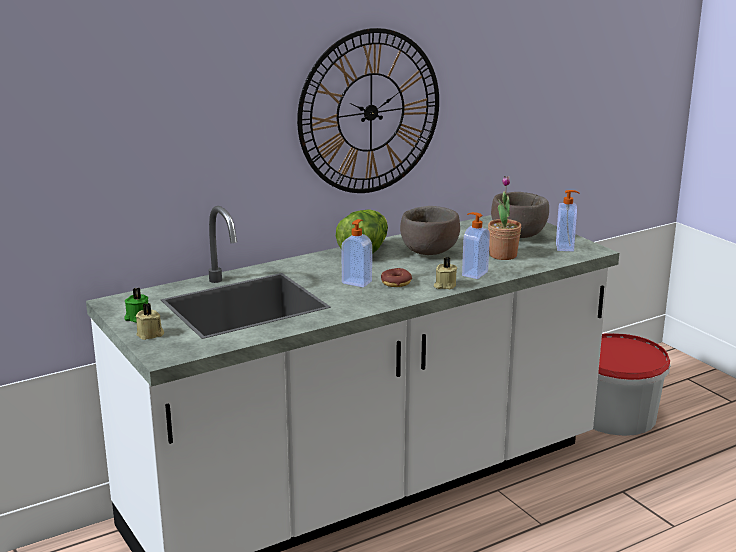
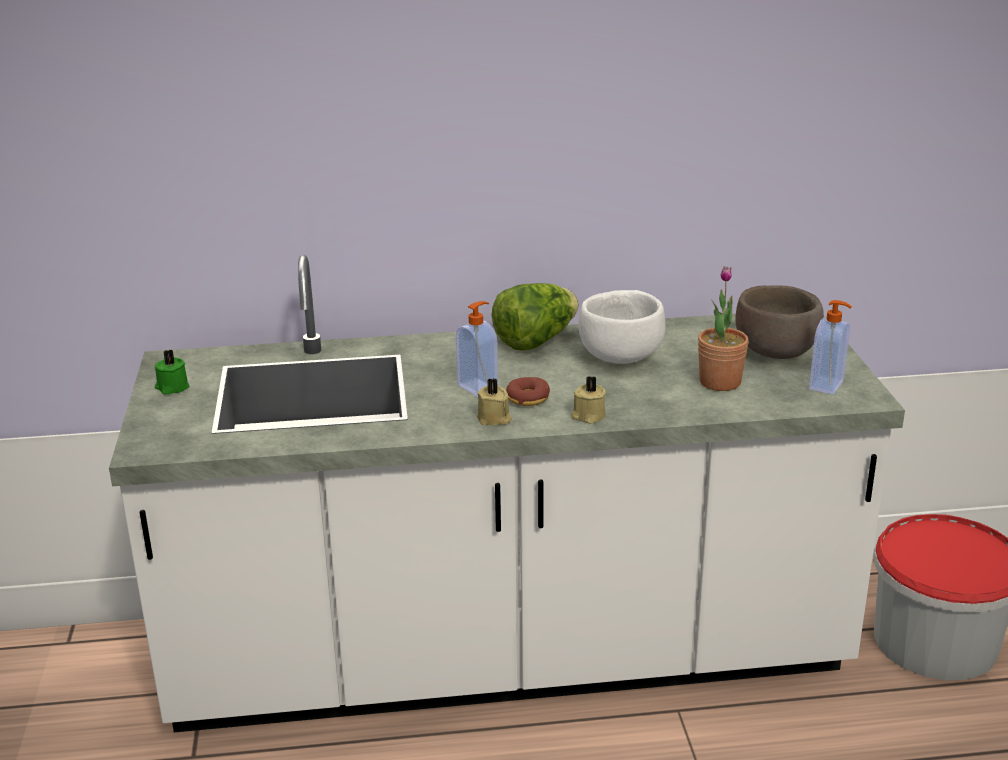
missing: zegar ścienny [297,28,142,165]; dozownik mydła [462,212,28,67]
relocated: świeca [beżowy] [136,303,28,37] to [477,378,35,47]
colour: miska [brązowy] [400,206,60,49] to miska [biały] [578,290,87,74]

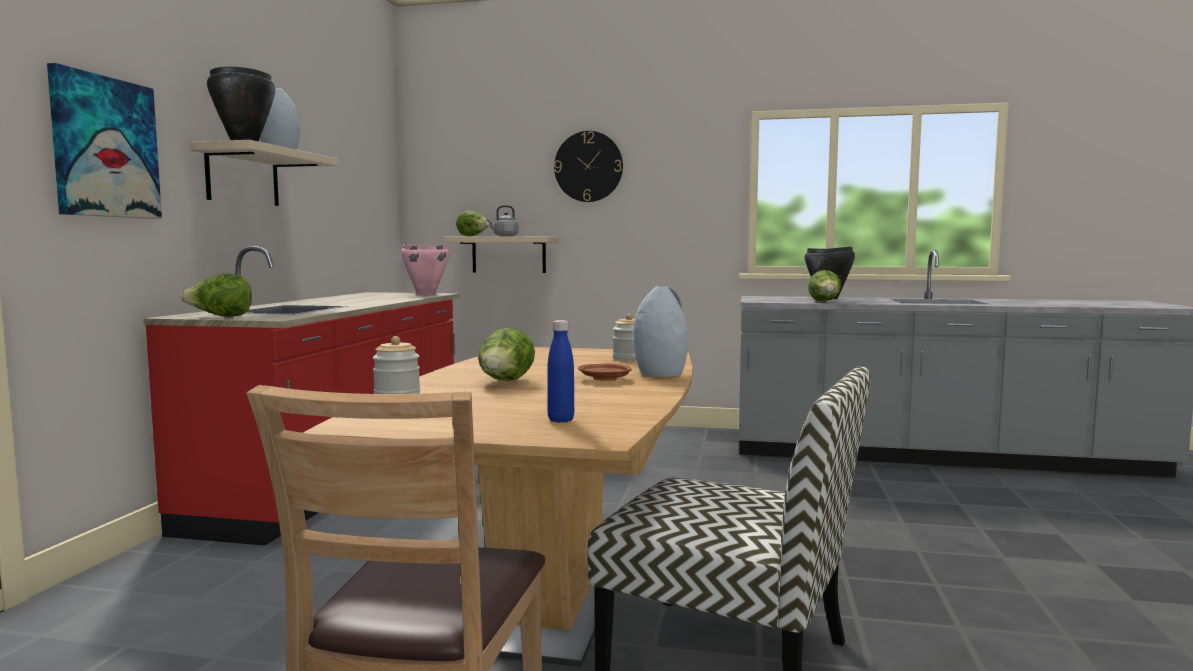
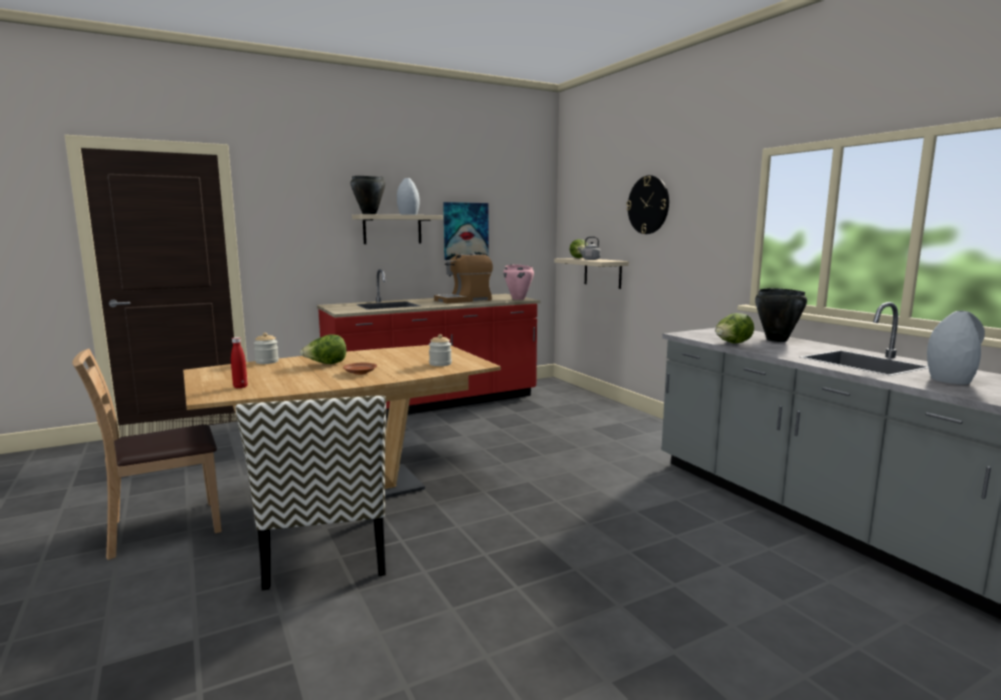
missing: sałata [180,274,72,43]
appeared: ekspres do kawy [434,253,59,51]
relocated: obraz [47,63,115,156] to [443,202,46,58]; wazon [szary] [633,286,55,91] to [927,311,58,74]
colour: butelka [niebieski] [547,320,27,103] to butelka [czerwony] [231,337,17,52]

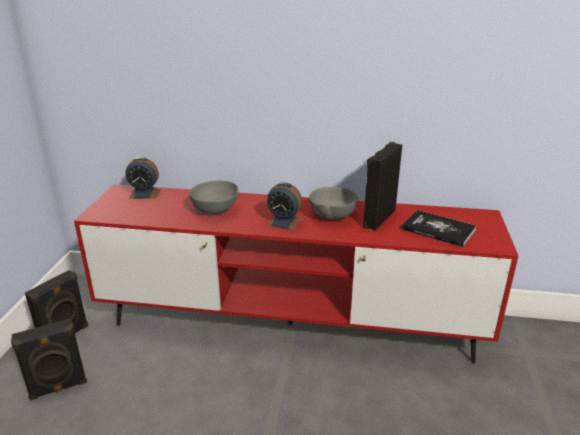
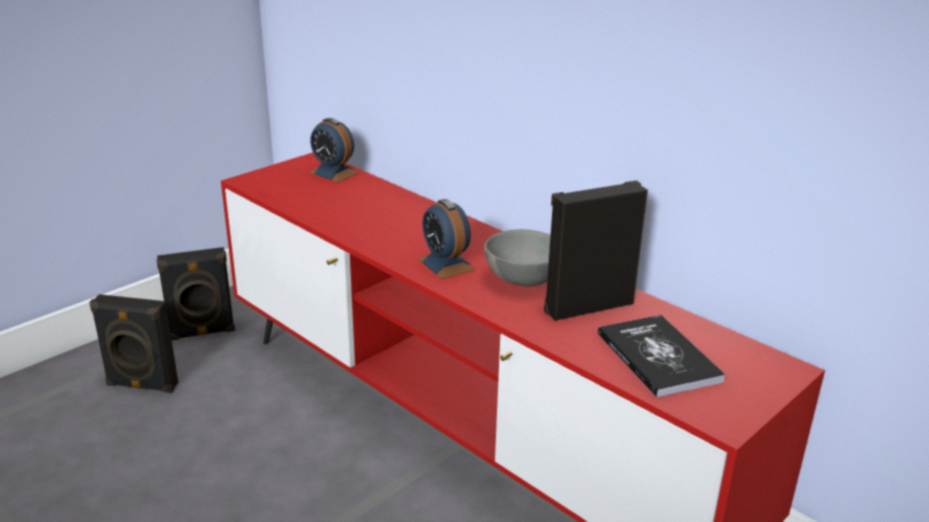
missing: miska [szary] [190,181,48,33]

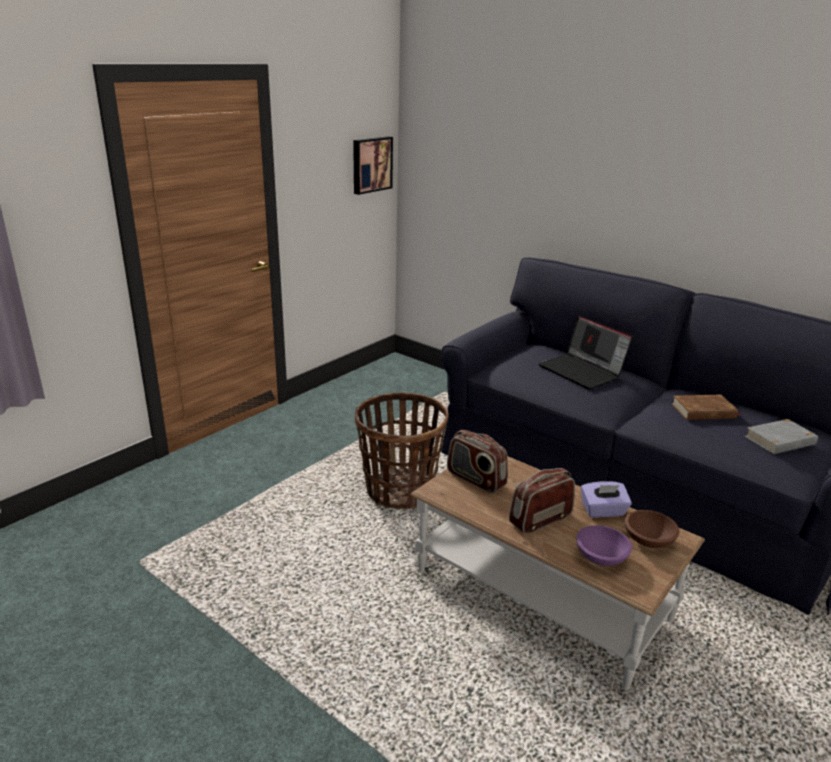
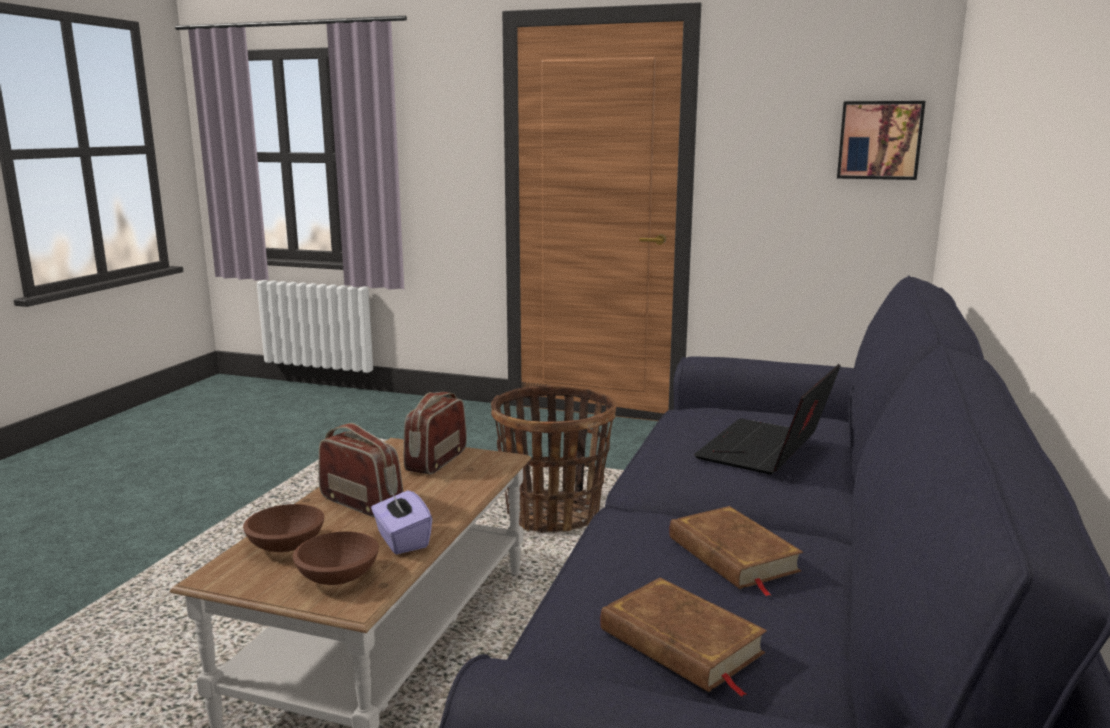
colour: miska [fioletowy] [576,525,56,41] to miska [brązowy] [243,504,81,48]; książka [szary] [745,419,73,35] to książka [brązowy] [600,578,167,119]

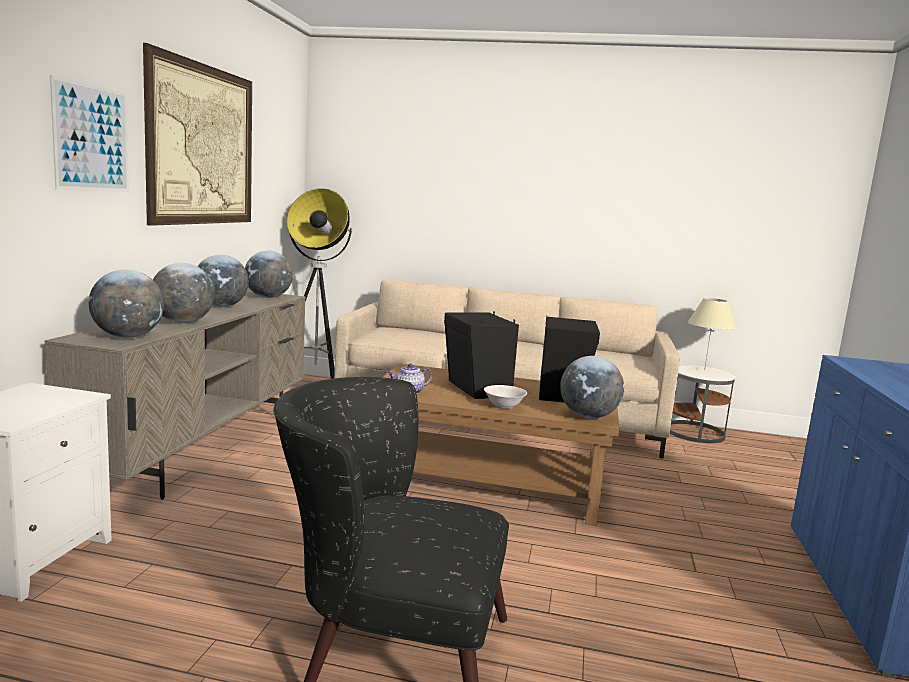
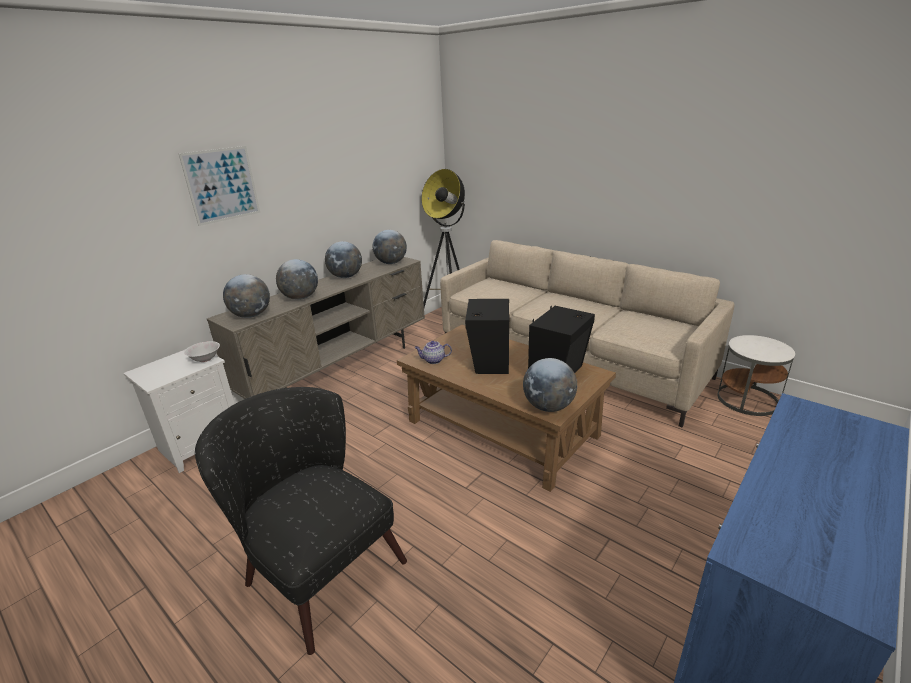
missing: obraz [143,43,109,183]; lampa stołowa [beżowy] [688,298,48,73]
relocated: miska [biały] [484,385,43,24] to [184,341,36,21]

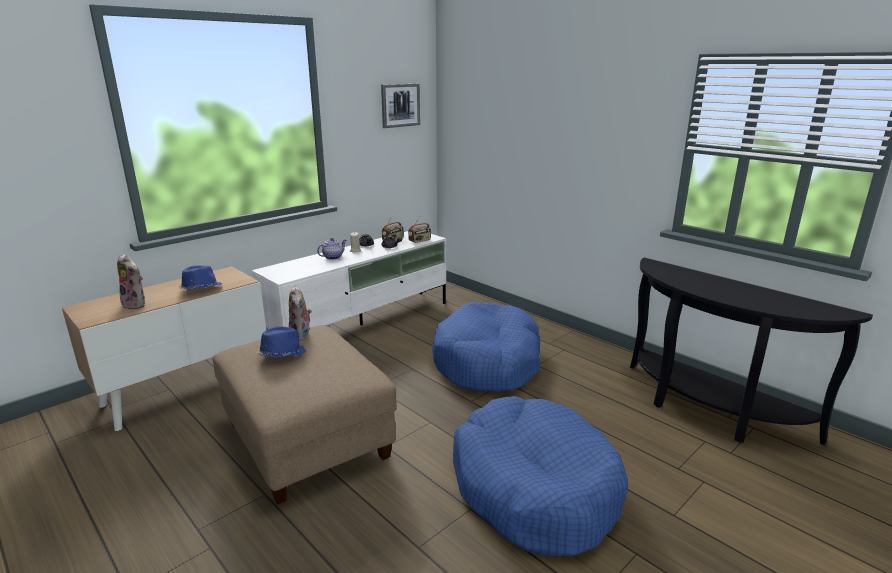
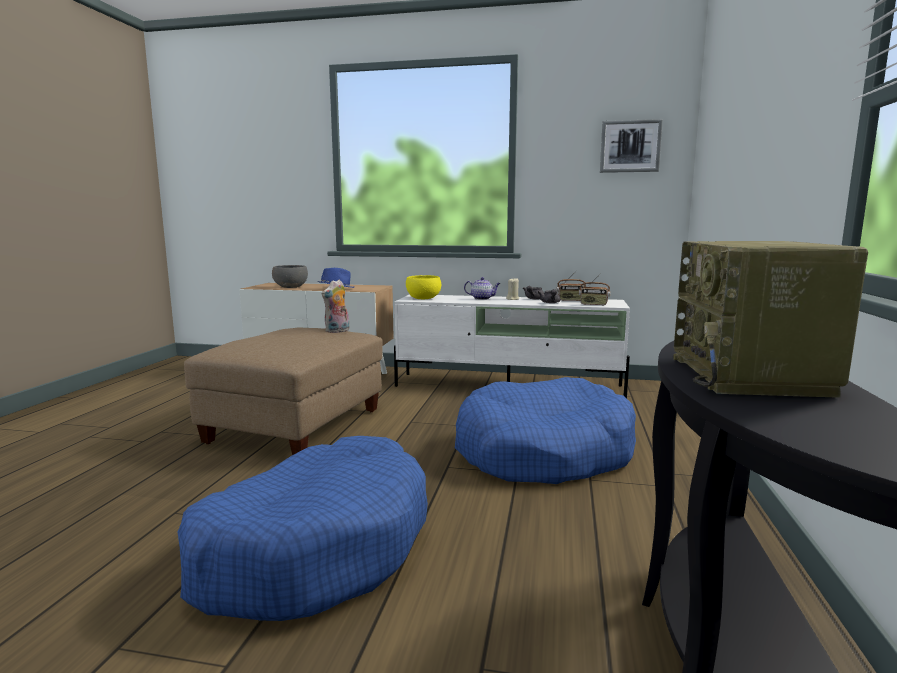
missing: kapelusz [niebieski] [256,326,50,32]
appeared: miska [żółty] [406,275,35,24]; radio [673,241,195,157]
exchanged: pluszak [117,254,28,56] to miska [szary] [272,265,36,23]

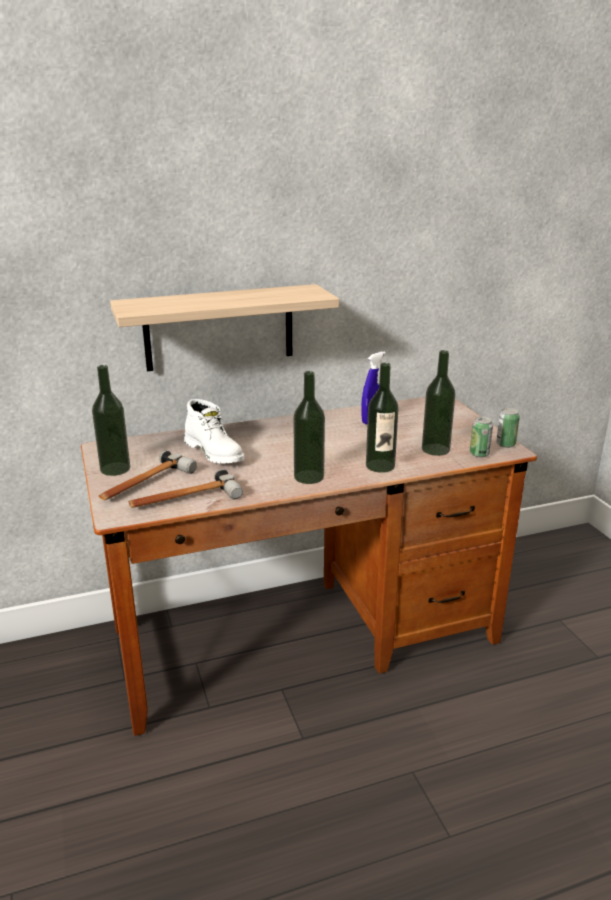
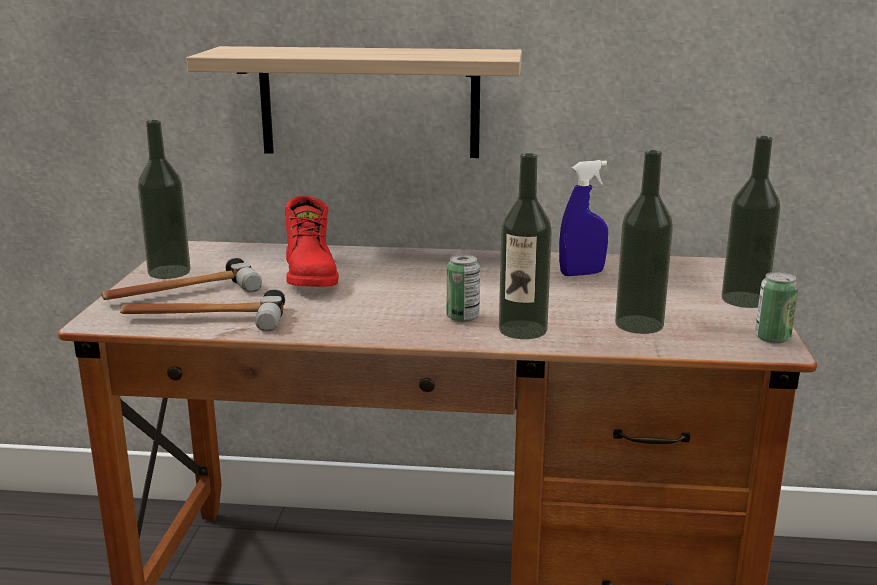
relocated: puszka [470,417,23,40] to [447,255,33,67]; butelka [293,371,32,113] to [721,136,59,172]
colour: but z cholewką [biały] [184,399,60,64] to but z cholewką [czerwony] [285,196,54,91]

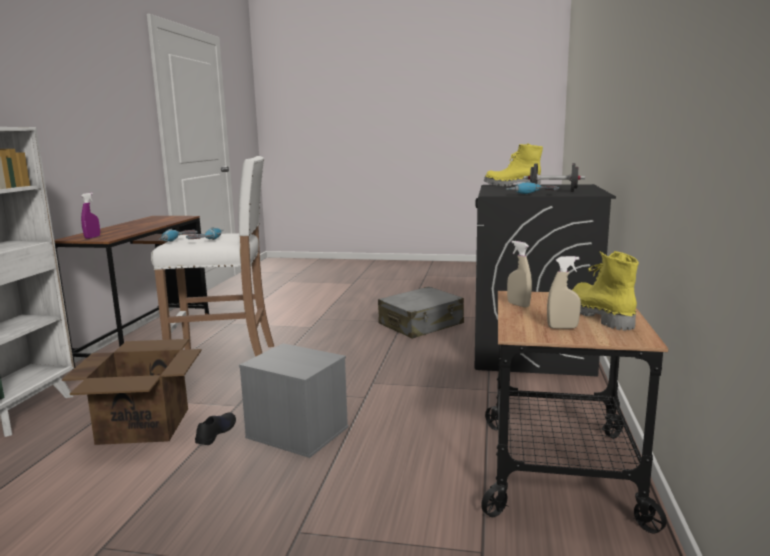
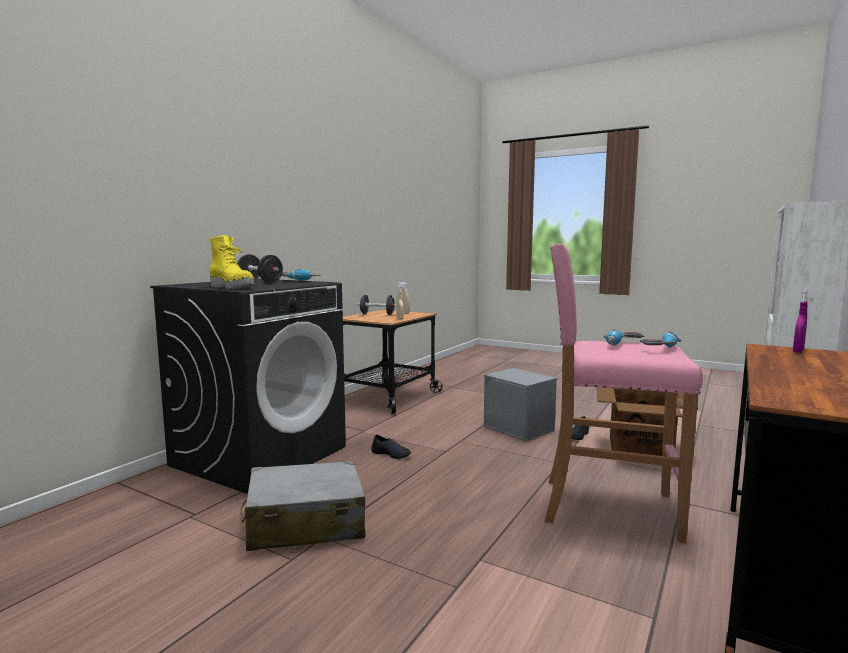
appeared: but [czarny] [371,434,40,25]
exchanged: but z cholewką [żółty] [572,251,67,80] to hantel [czarny] [357,295,40,20]
colour: stołek [biały] [151,156,123,201] to stołek [różowy] [545,243,158,300]

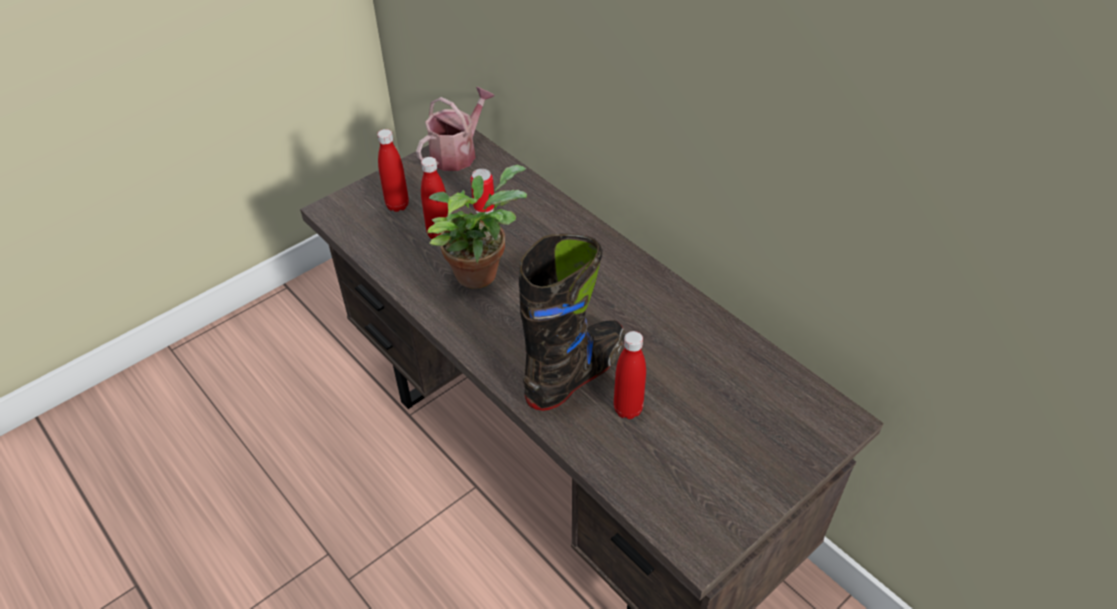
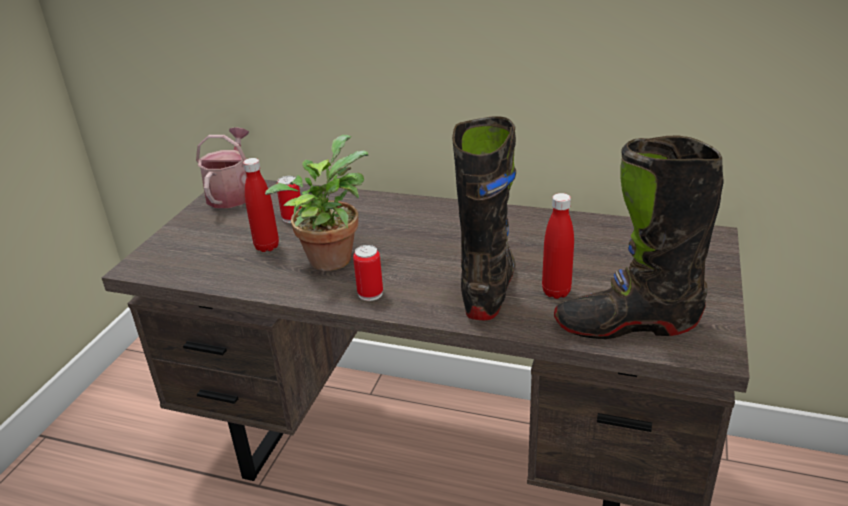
missing: butelka [czerwony] [377,129,32,83]
appeared: puszka [353,245,30,56]; but z cholewką [czarny] [554,136,170,203]

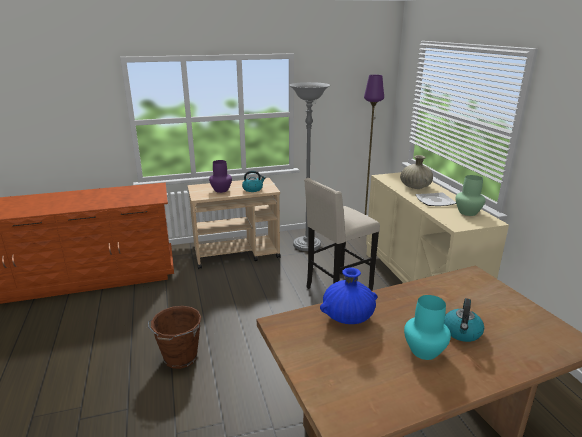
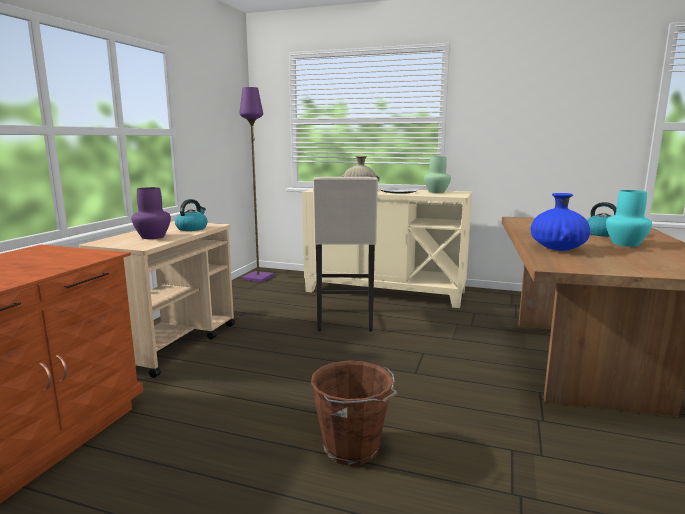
missing: lampa stojąca [szary] [289,82,41,169]

